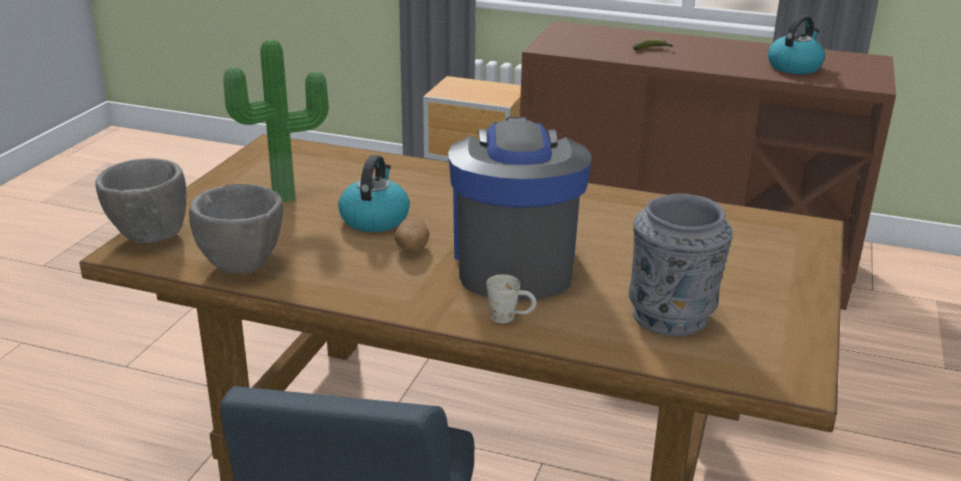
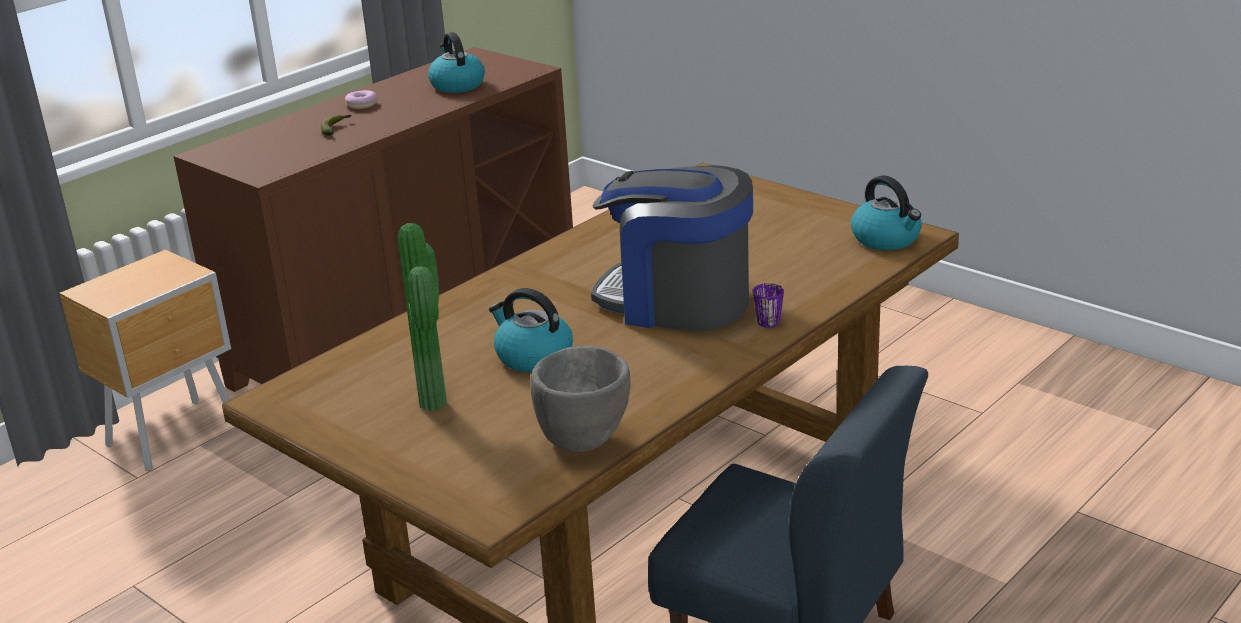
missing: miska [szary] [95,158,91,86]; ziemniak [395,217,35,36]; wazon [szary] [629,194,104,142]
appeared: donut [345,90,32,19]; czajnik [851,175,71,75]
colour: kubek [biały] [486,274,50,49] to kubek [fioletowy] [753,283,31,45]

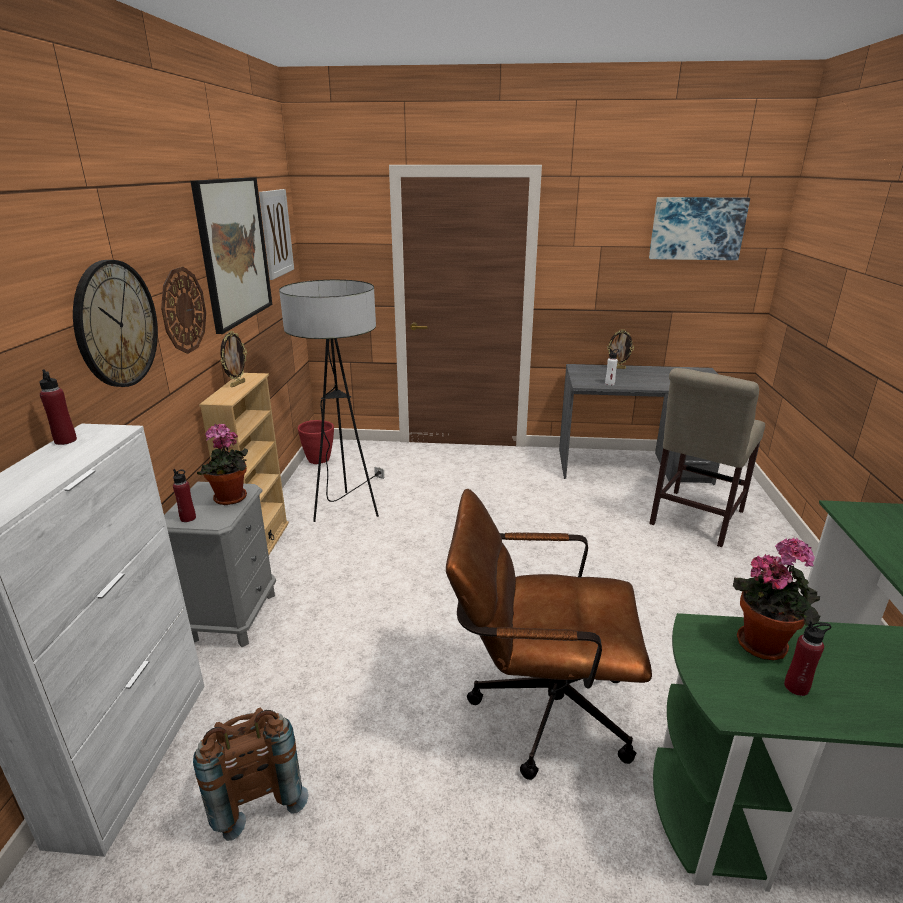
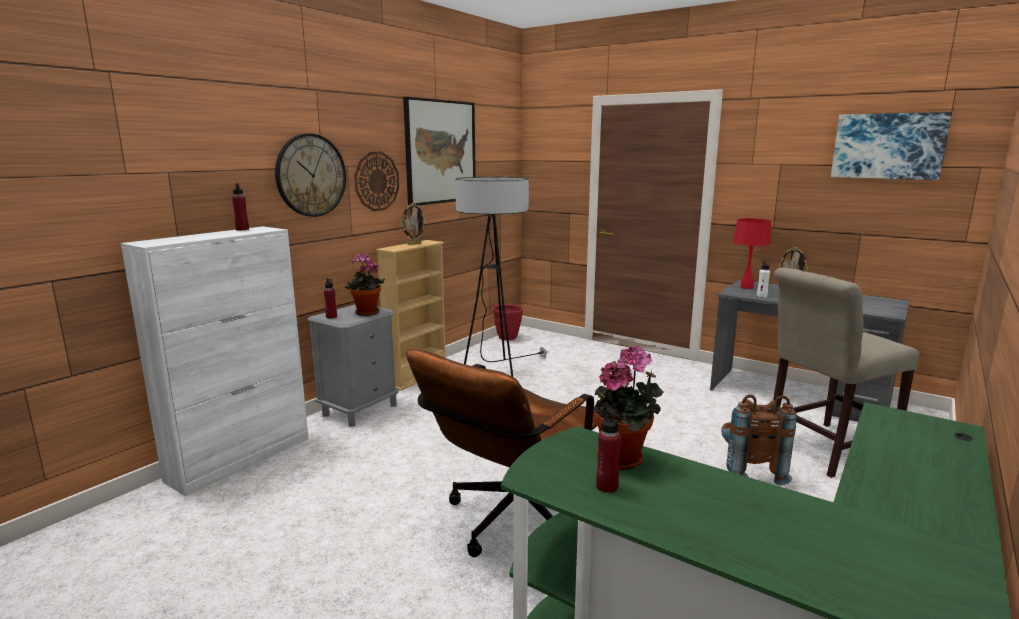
missing: obraz [259,189,35,91]
appeared: lampa stołowa [czerwony] [733,218,38,71]
relocated: plecak [brązowy] [193,708,116,133] to [721,395,76,90]
spun: krzesło biurowe [brązowy] [446,489,206,291] = [406,349,191,208] 90 degrees counterclockwise

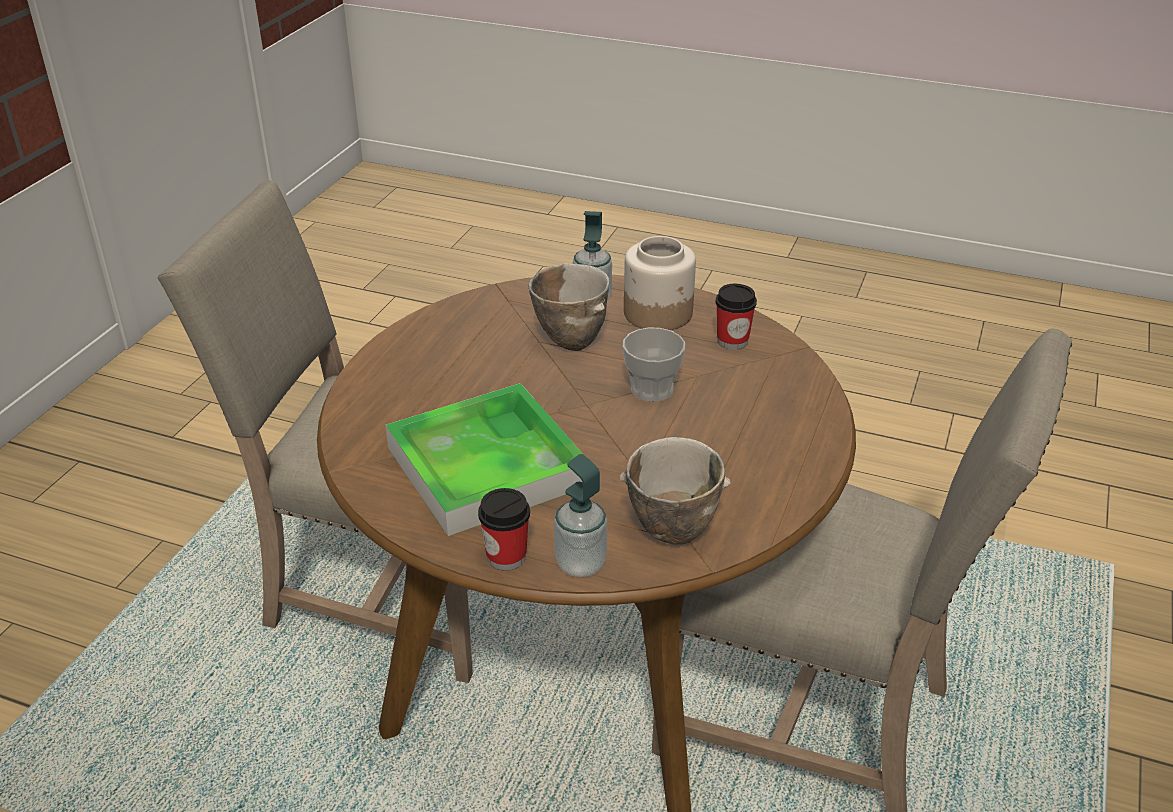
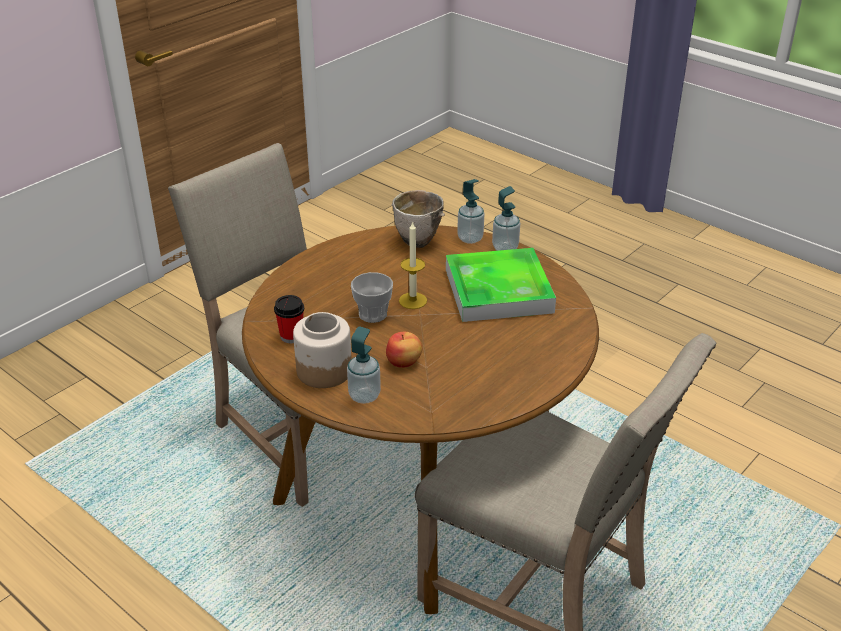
appeared: świeca [399,221,28,88]
exchanged: miska [528,263,81,88] to jabłko [386,332,36,36]; filiżanka [478,488,52,83] to dozownik mydła [492,186,28,65]

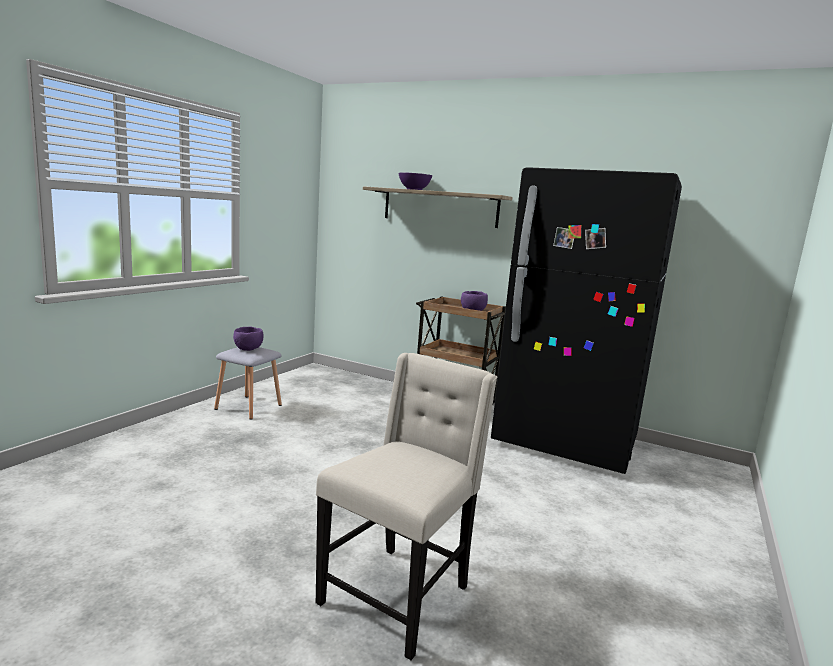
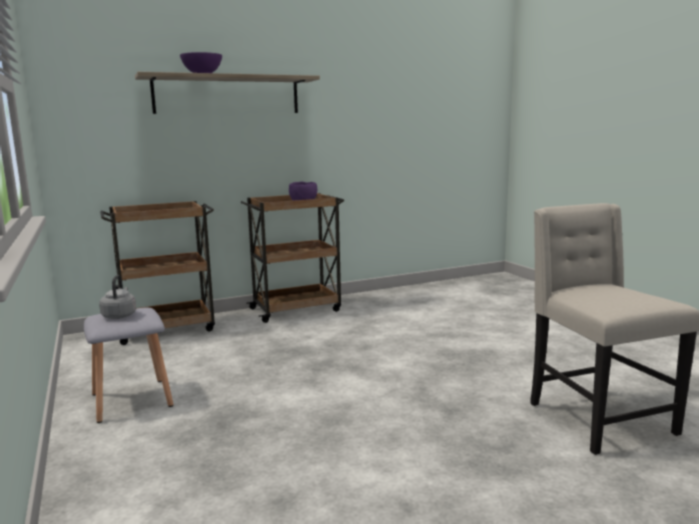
missing: lodówka [czarny] [491,167,191,307]
appeared: wózek [brązowy] [100,201,115,144]
exchanged: miska [fioletowy] [233,327,30,24] to czajnik [szary] [99,275,37,44]

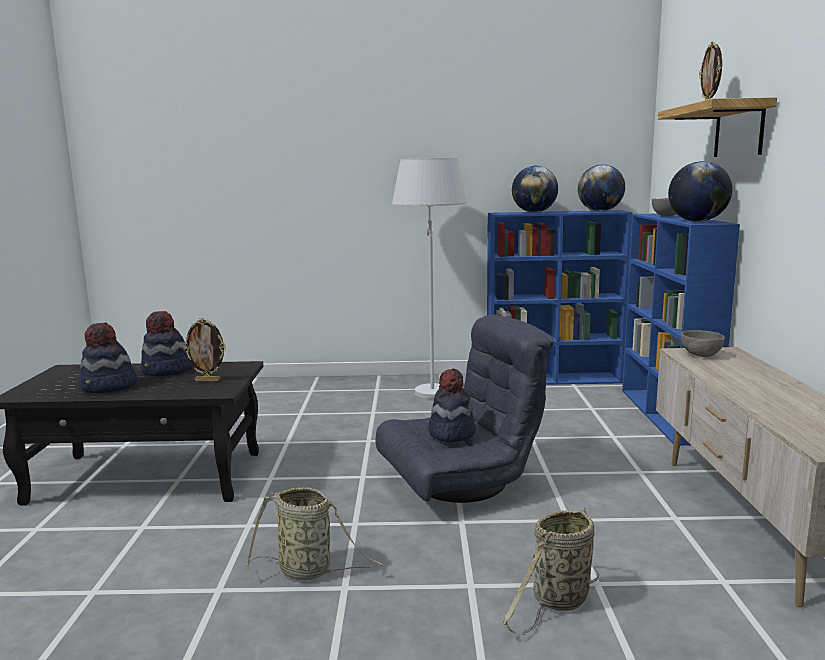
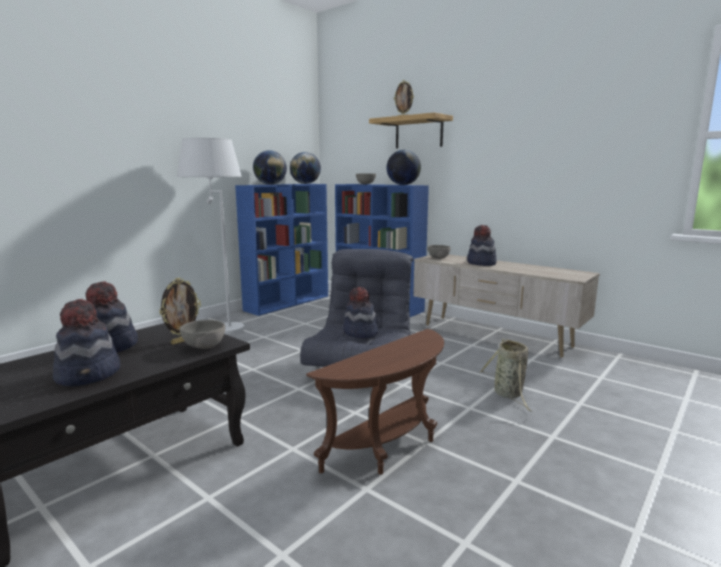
appeared: miska [szary] [180,320,45,29]; kapelusz [467,225,30,41]
exchanged: koszyk [246,487,138,93] to stolik [brązowy] [306,329,138,146]

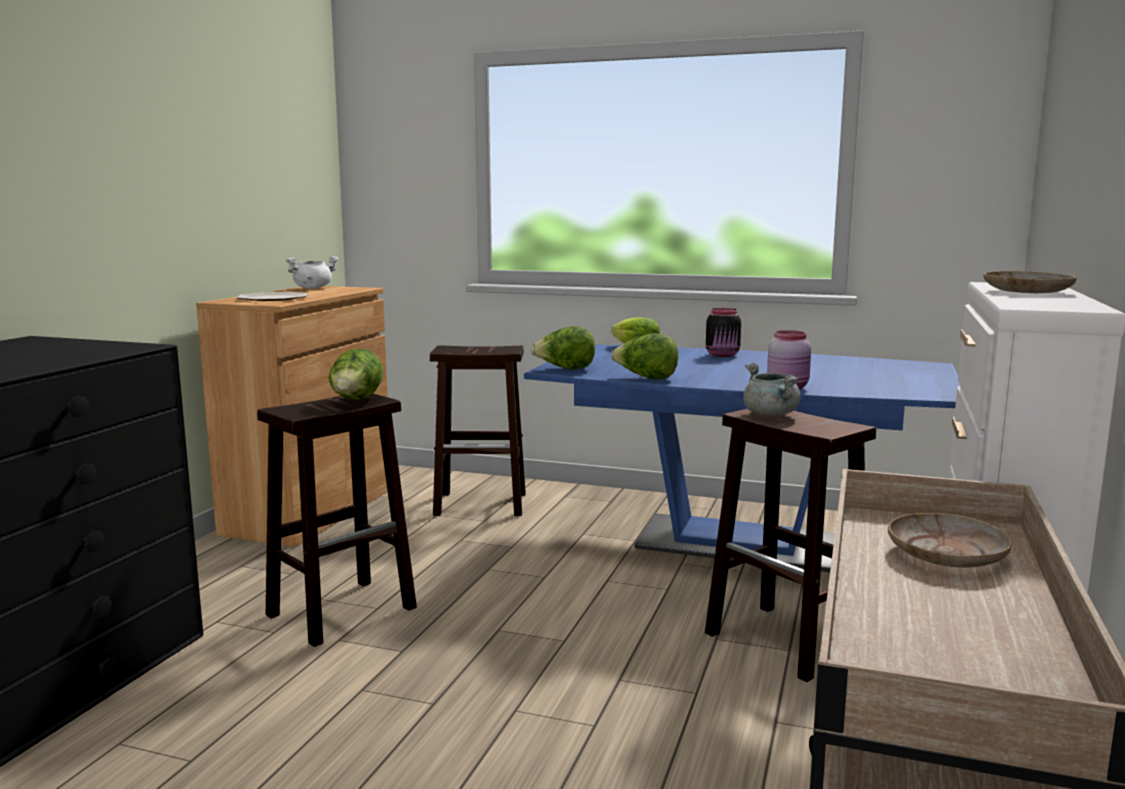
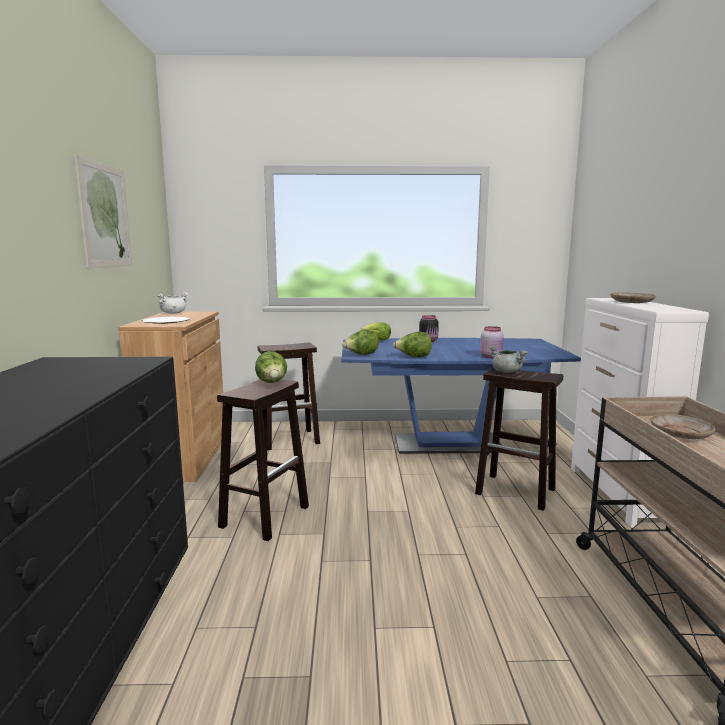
appeared: obraz [74,154,59,114]

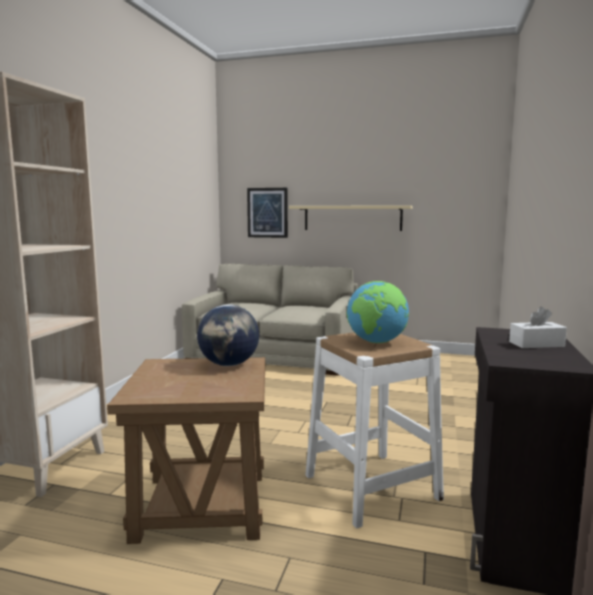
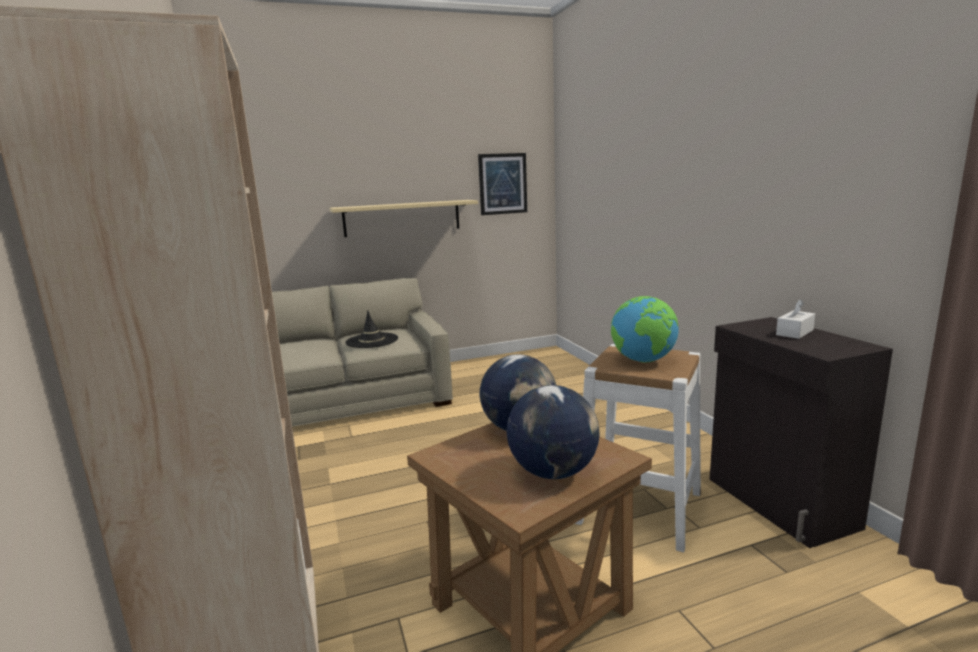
appeared: kapelusz [czarny] [346,311,52,37]; globus [506,385,94,94]
relocated: obraz [247,188,41,50] to [478,153,49,62]

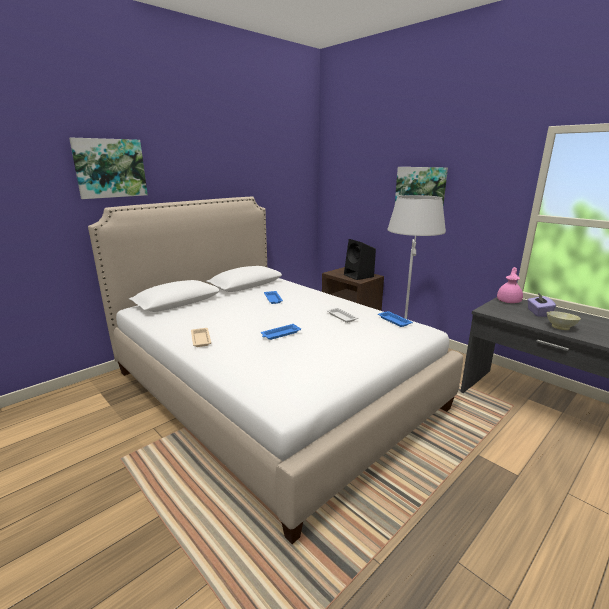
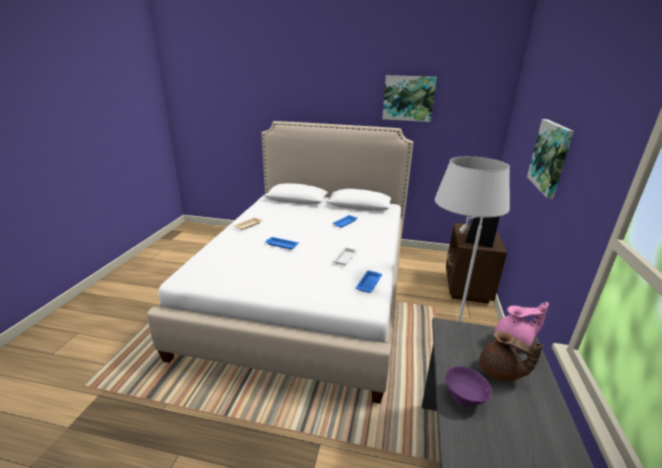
relocated: obraz [69,138,79,61] to [382,75,55,47]
exchanged: pudełko chusteczek [fioletowy] [527,293,29,24] to imbryk [brązowy] [479,331,64,51]
colour: miska [beżowy] [547,311,34,19] to miska [fioletowy] [445,366,47,41]

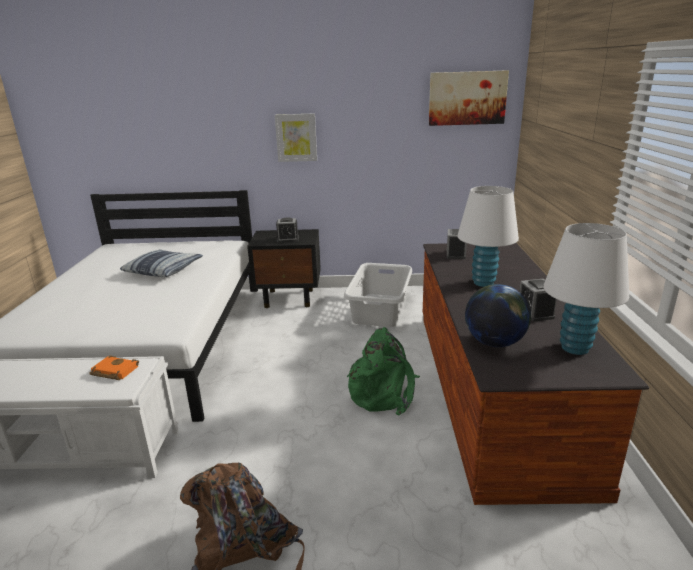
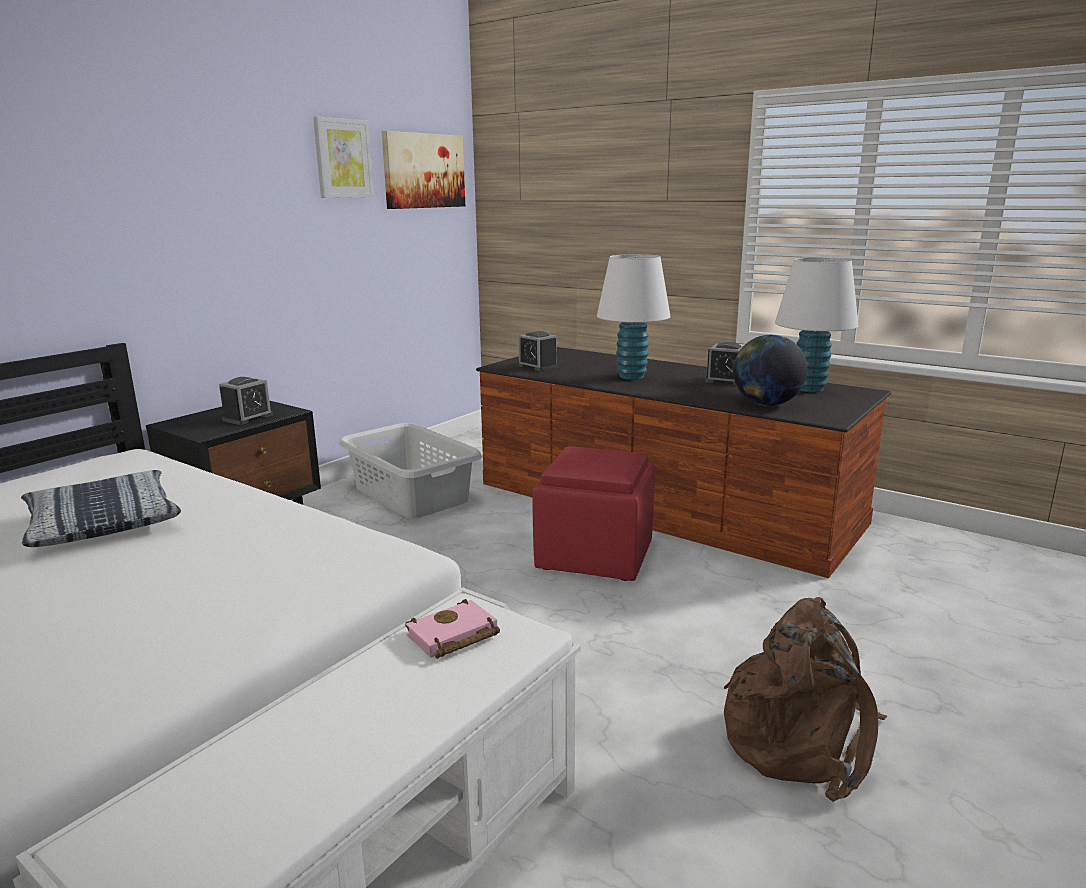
relocated: obraz [275,113,42,49] to [313,117,61,81]
exchanged: plecak [zielony] [347,327,73,88] to pufa [czerwony] [533,446,122,135]
colour: książka [pomarańczowy] [89,355,50,25] to książka [różowy] [405,599,95,60]

